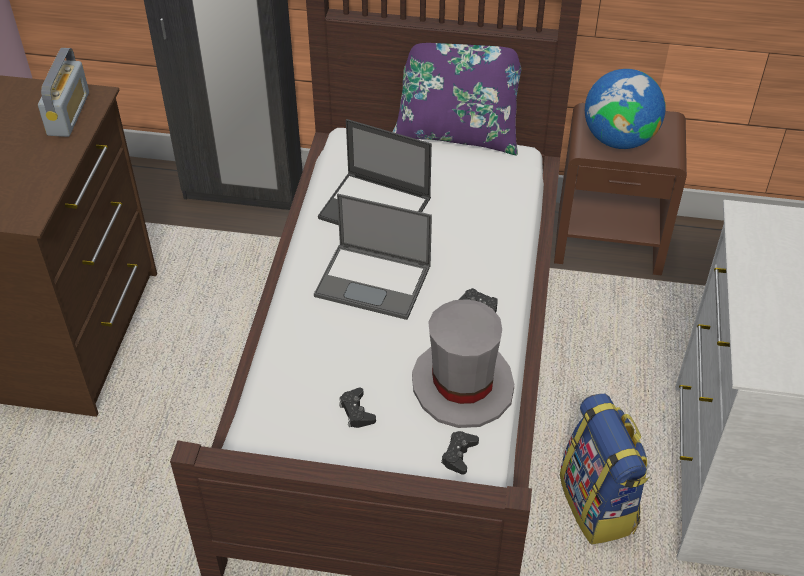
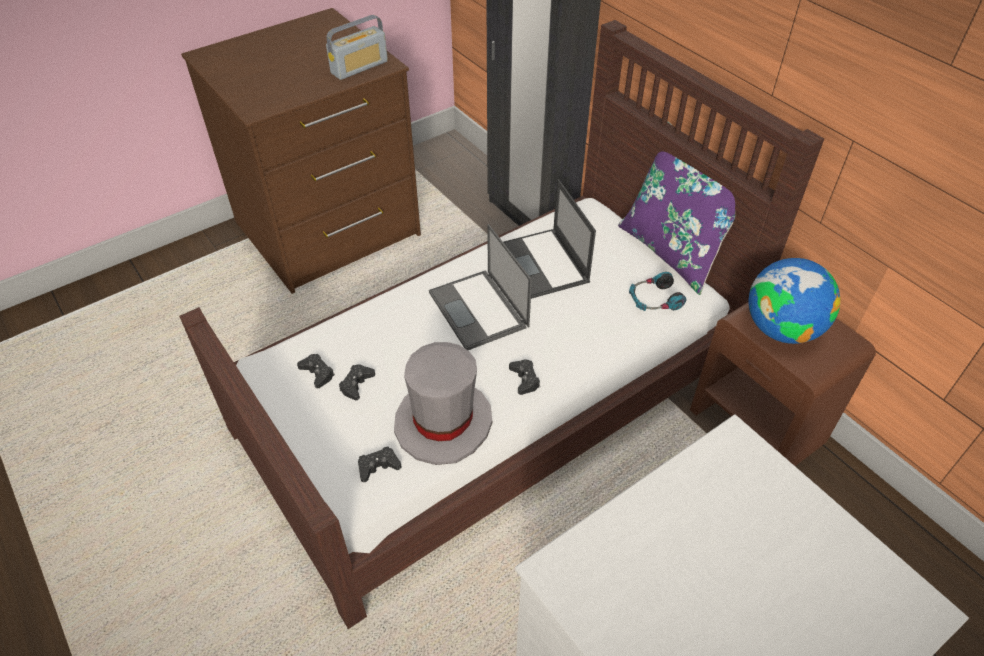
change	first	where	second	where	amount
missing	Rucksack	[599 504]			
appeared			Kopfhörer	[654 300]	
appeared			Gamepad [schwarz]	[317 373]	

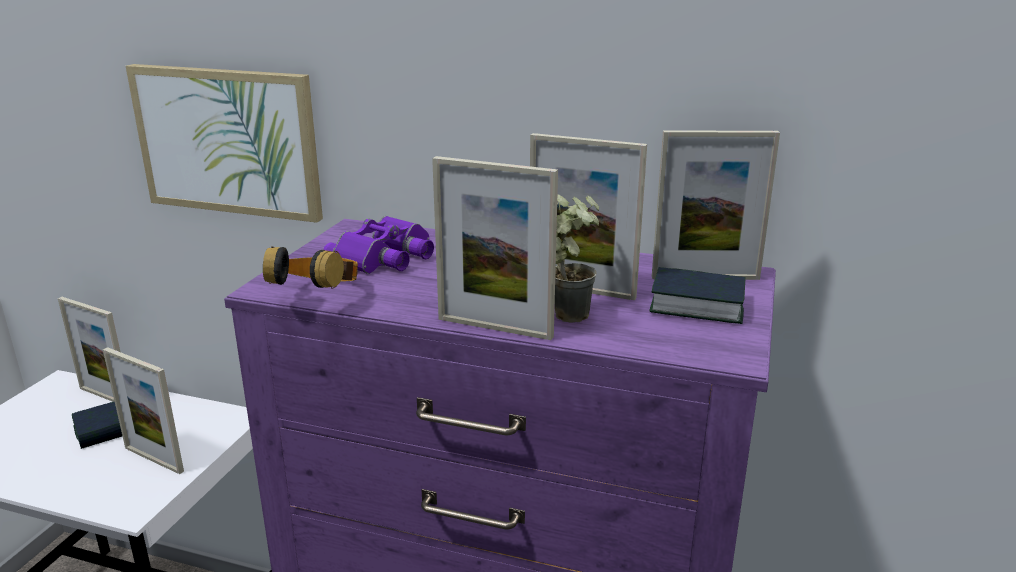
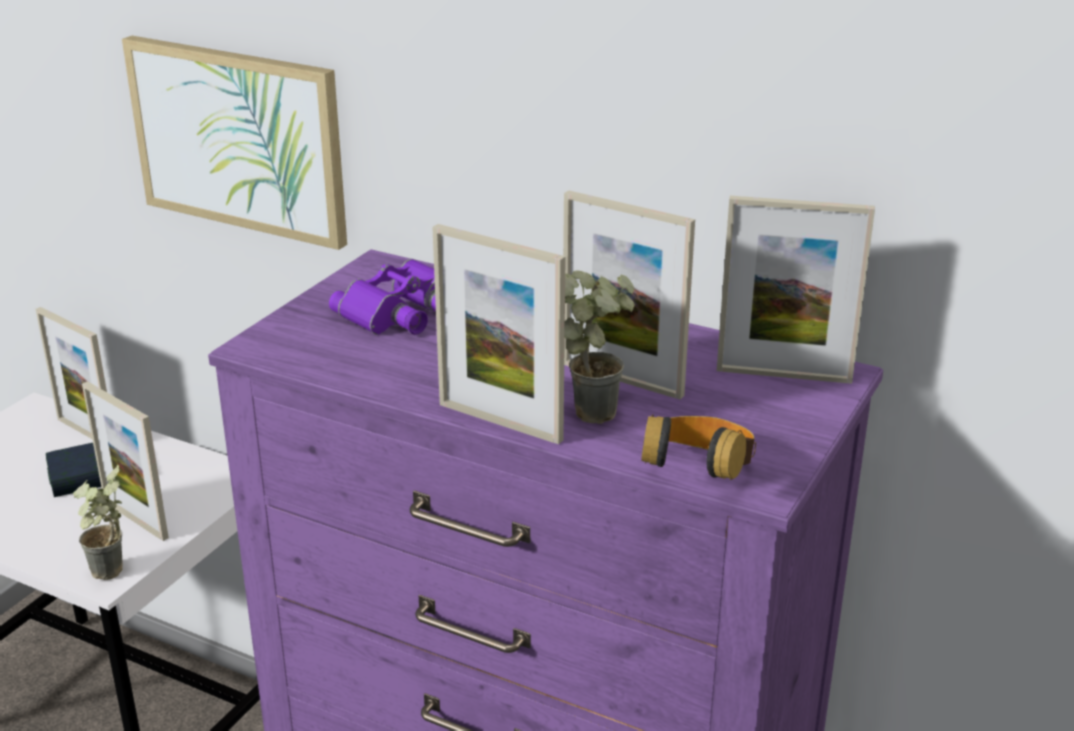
change	first	where	second	where	amount
relocated	Kopfhörer	[318 296]		[698 476]	
missing	Buch	[696 304]			
appeared			Topfpflanze	[111 576]	

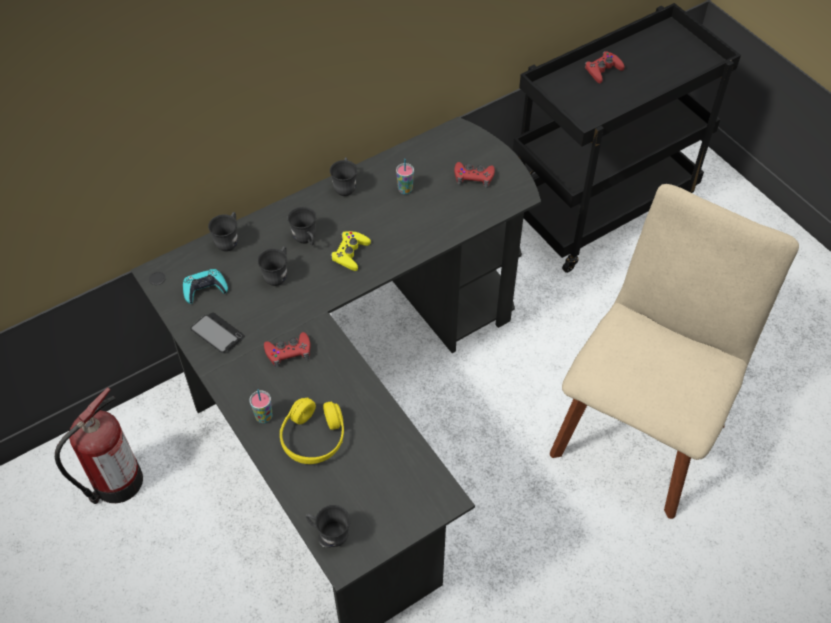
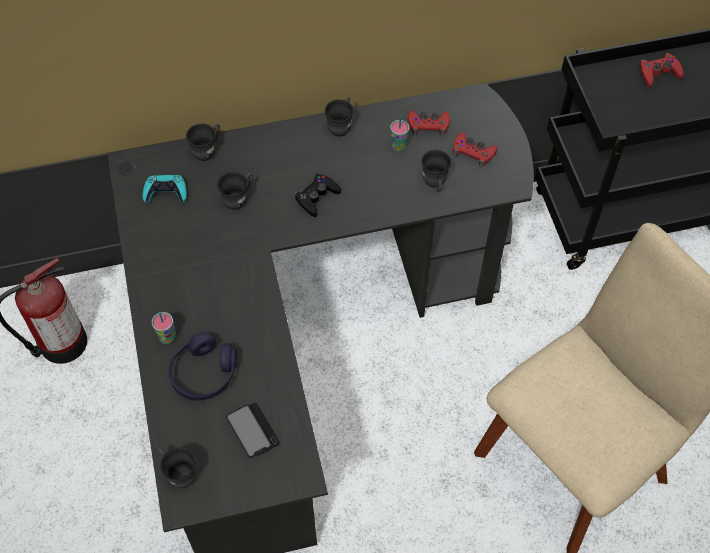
change	first	where	second	where	amount
relocated	Henkelbecher [grau]	[306 240]		[435 184]	
colour	Gamepad [gelb]	[350 253]	Gamepad [schwarz]	[317 197]	
relocated	Handy	[217 333]		[253 430]	
relocated	Gamepad [rot]	[288 352]		[428 125]	
colour	Kopfhörer [gelb]	[313 438]	Kopfhörer [lila]	[204 373]	

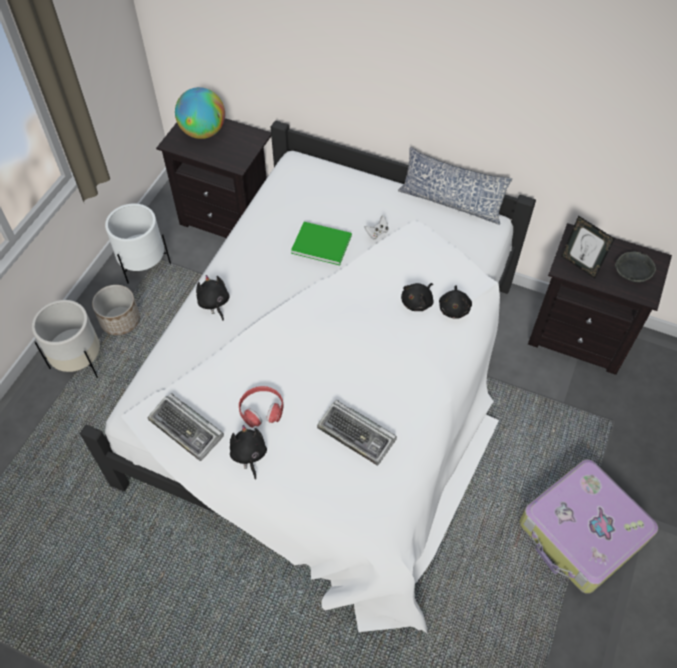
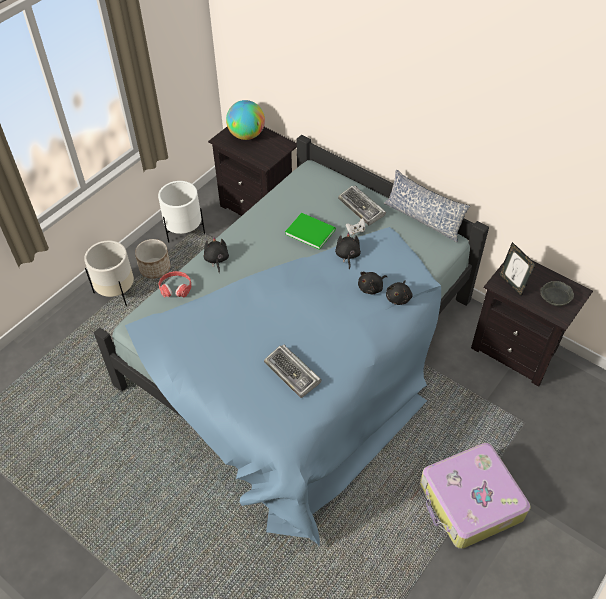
change	first	where	second	where	amount
colour	Bett [weiß]	[333 392]	Bett [blau]	[301 352]	
relocated	Kopfhörer [rot]	[261 409]		[175 288]	
relocated	Tastatur	[187 429]		[362 208]	
relocated	Plüschtier [schwarz]	[249 455]		[347 255]	

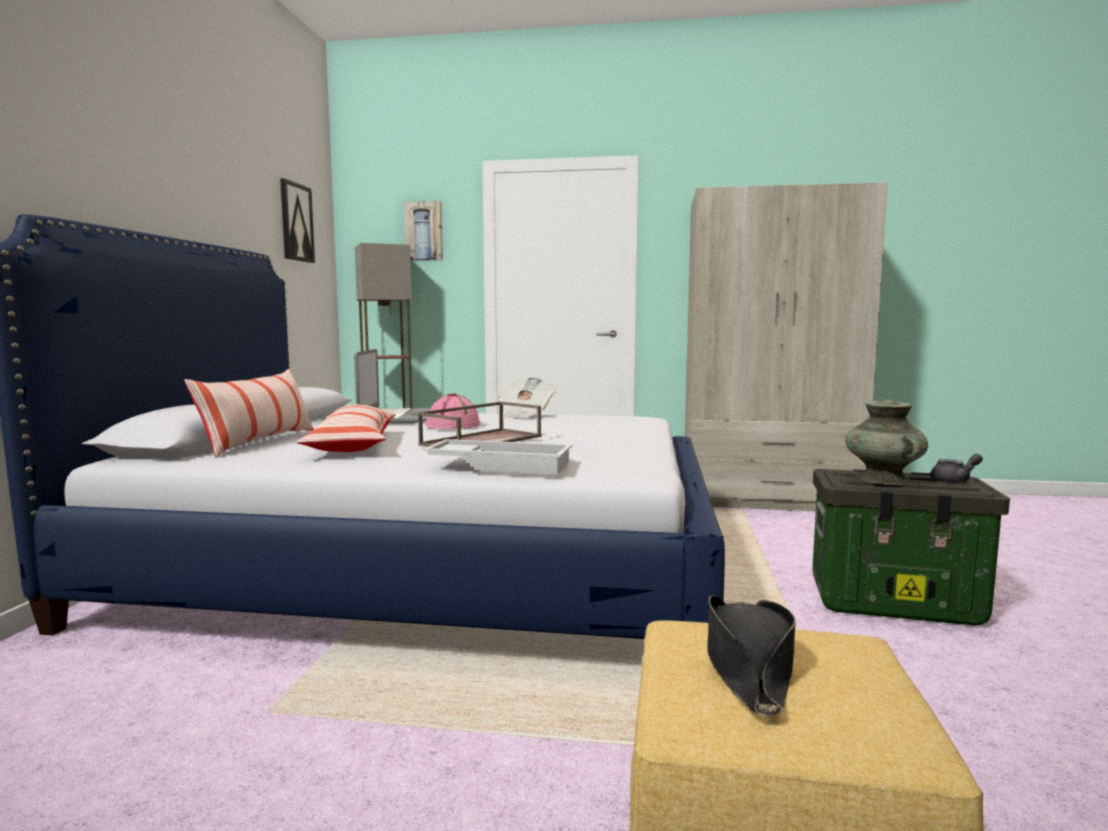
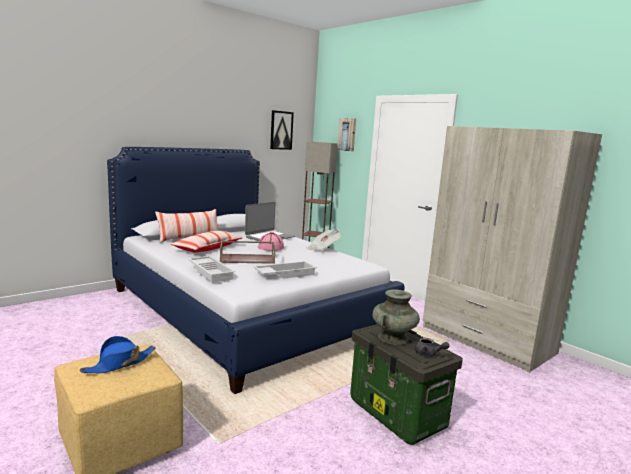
change	first	where	second	where	amount
colour	Hut [schwarz]	[748 665]	Hut [blau]	[119 364]	
appeared			Tablett [weiß]	[285 274]	

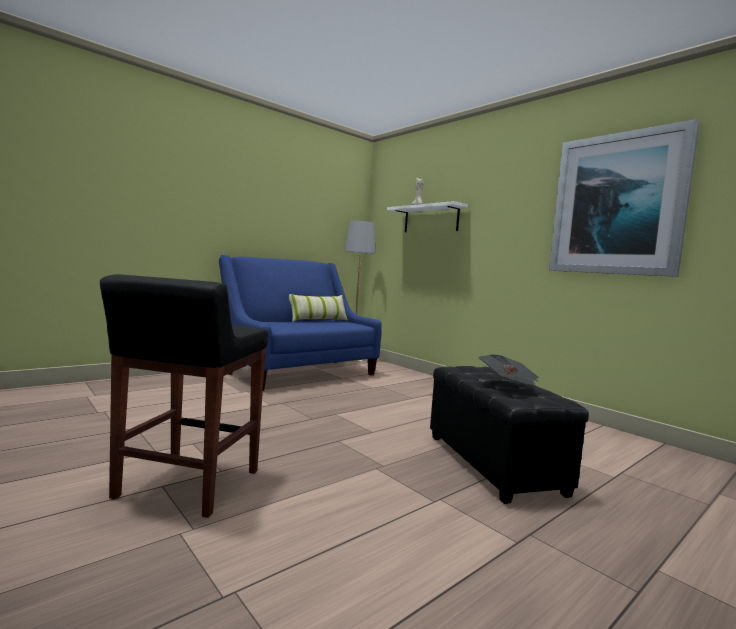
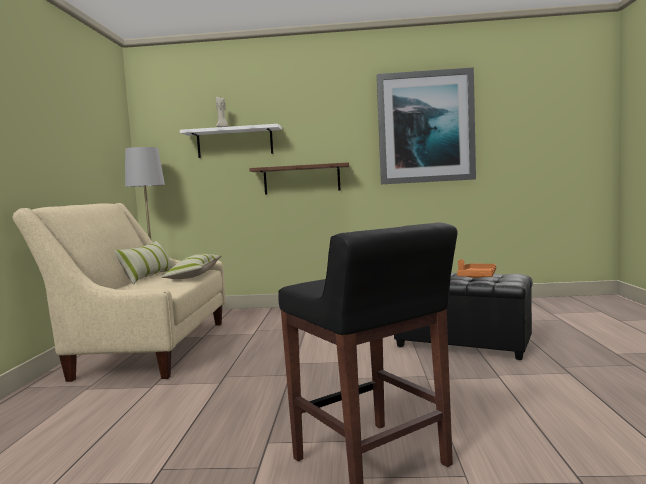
change	first	where	second	where	amount
colour	Sofa [blau]	[298 372]	Sofa [beige]	[146 348]	
exchanged	Zeitung	[509 386]	Tablett [orange]	[477 277]	
appeared			Wandregal [braun]	[301 179]	
appeared			Kissen	[194 275]	

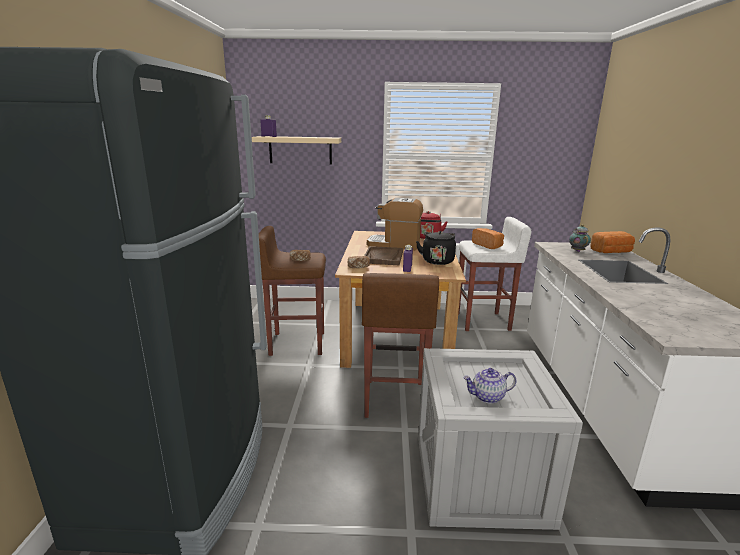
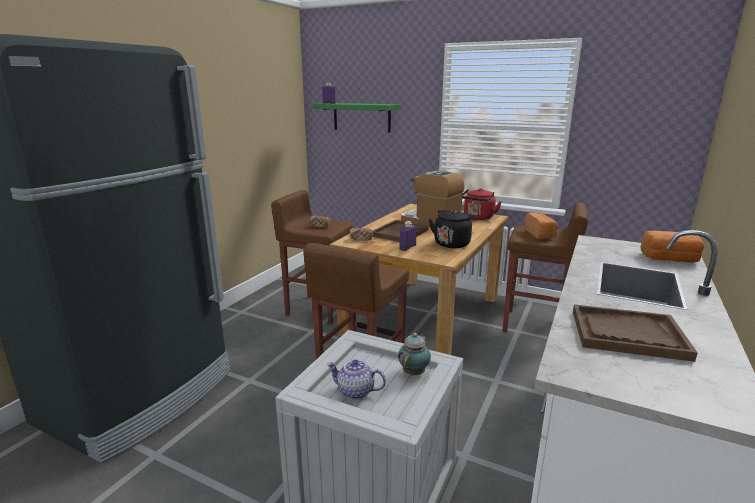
change	first	where	second	where	amount
colour	Wandregal [beige]	[300 150]	Wandregal [grün]	[361 117]	
colour	Hocker [weiß]	[483 322]	Hocker [braun]	[534 325]	
relocated	Teekanne	[577 251]		[414 372]	
appeared			Tablett [braun]	[627 334]	

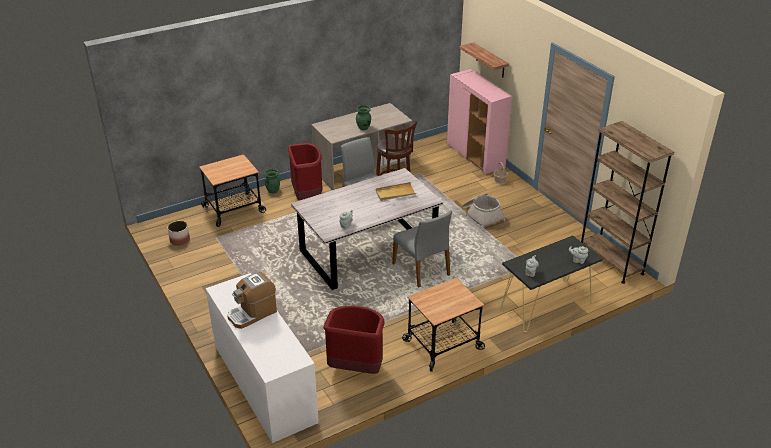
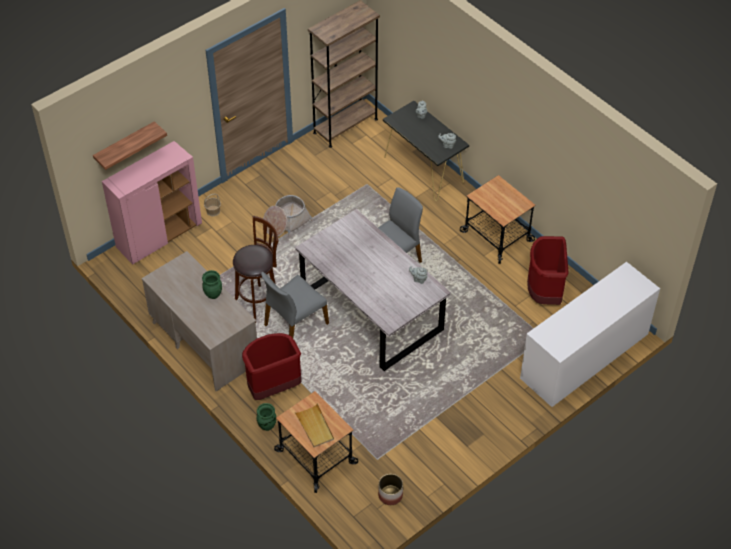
change	first	where	second	where	amount
relocated	Tablett [beige]	[395 193]		[315 427]	
missing	Kaffeemaschine	[252 313]			

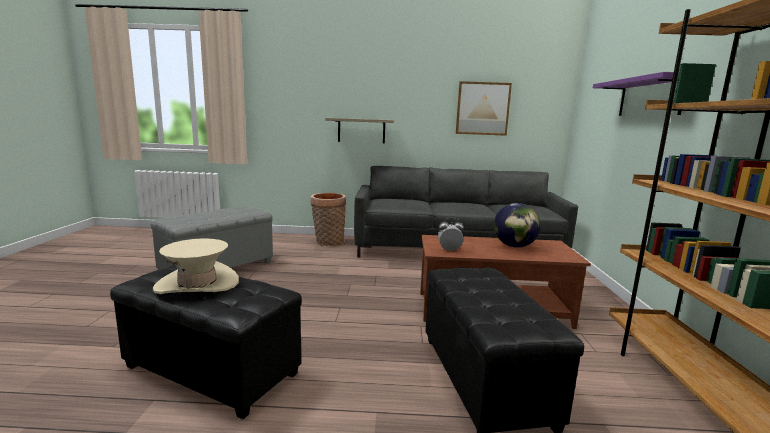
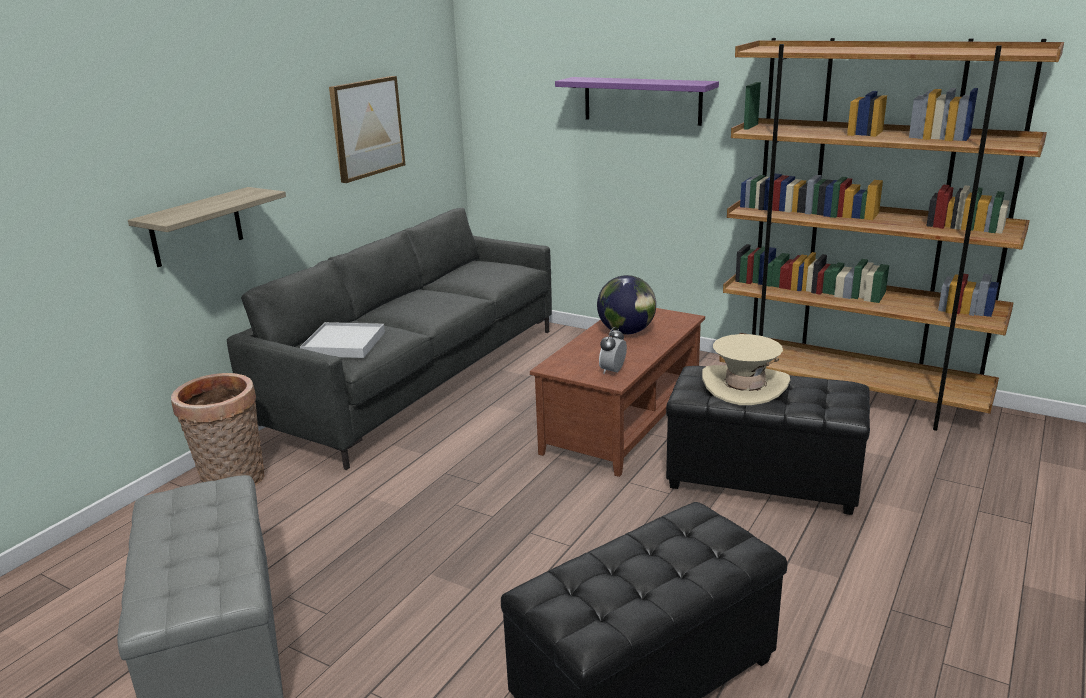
change	first	where	second	where	amount
relocated	Hut [beige]	[197 284]		[745 386]	
appeared			Tablett [weiß]	[344 344]	

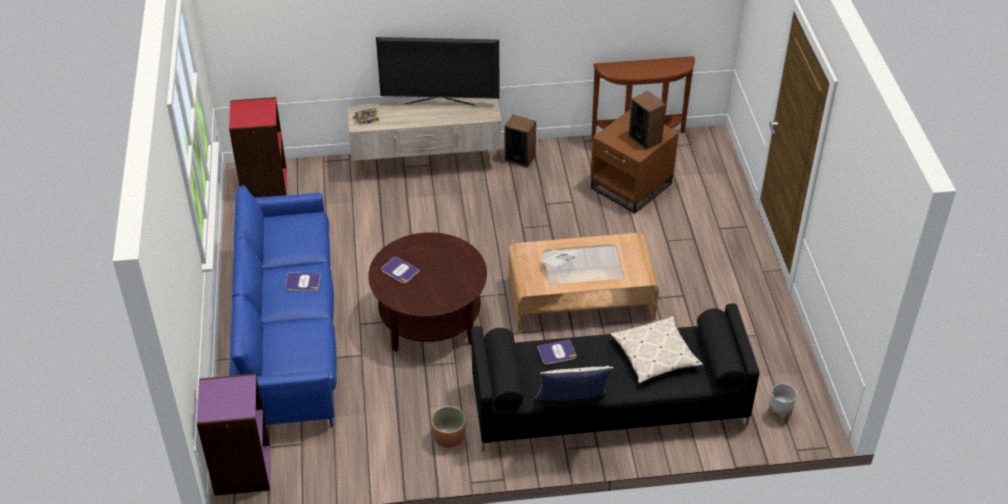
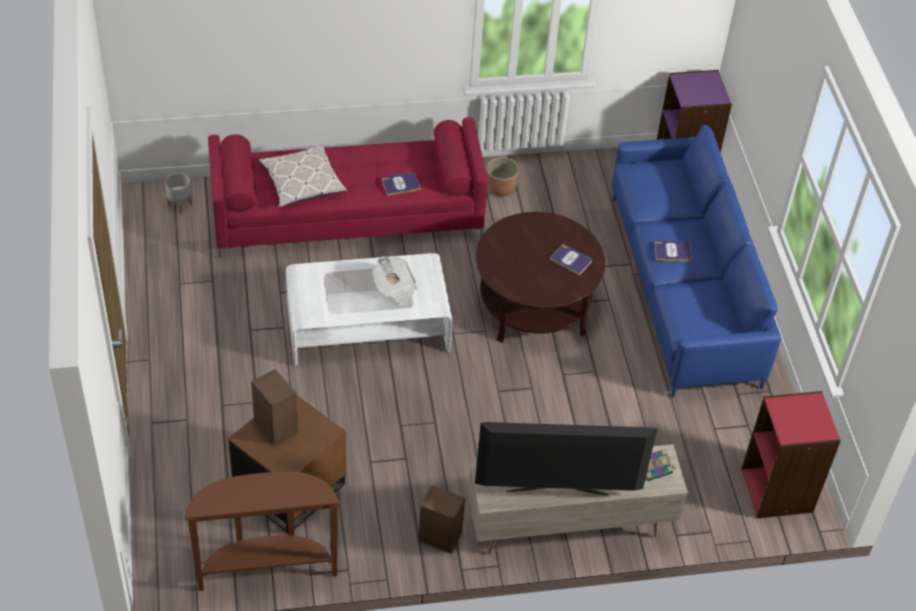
change	first	where	second	where	amount
colour	Couchtisch [braun]	[580 299]	Couchtisch [weiß]	[367 327]	
colour	Sofa [schwarz]	[607 405]	Sofa [rot]	[348 215]	
missing	Kissen	[572 405]			

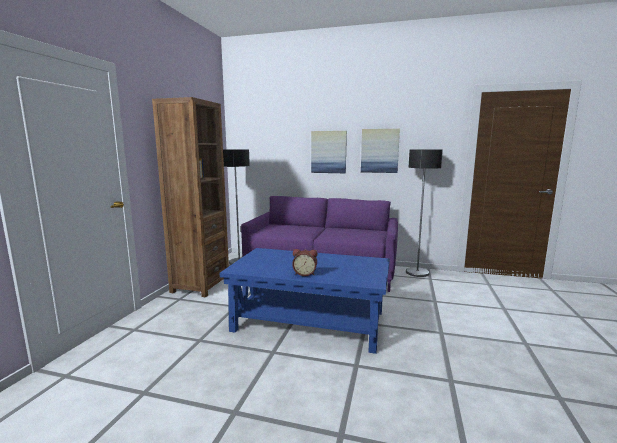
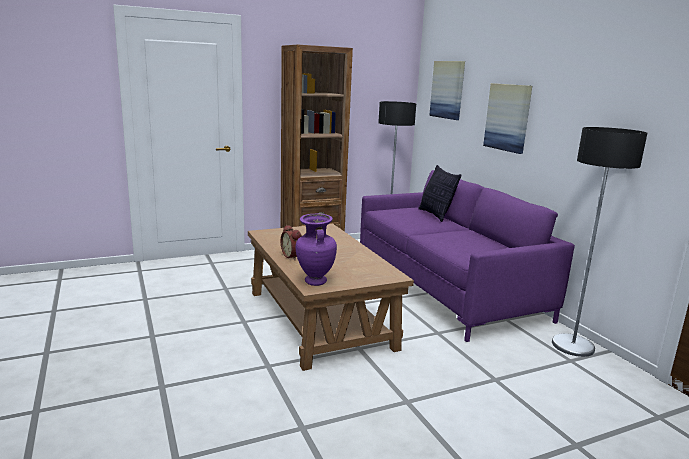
change	first	where	second	where	amount
relocated	Bild	[379 151]		[447 89]	
colour	Couchtisch [blau]	[310 321]	Couchtisch [braun]	[320 319]	
appeared			Kissen	[436 215]	
appeared			Vase [lila]	[315 282]	

